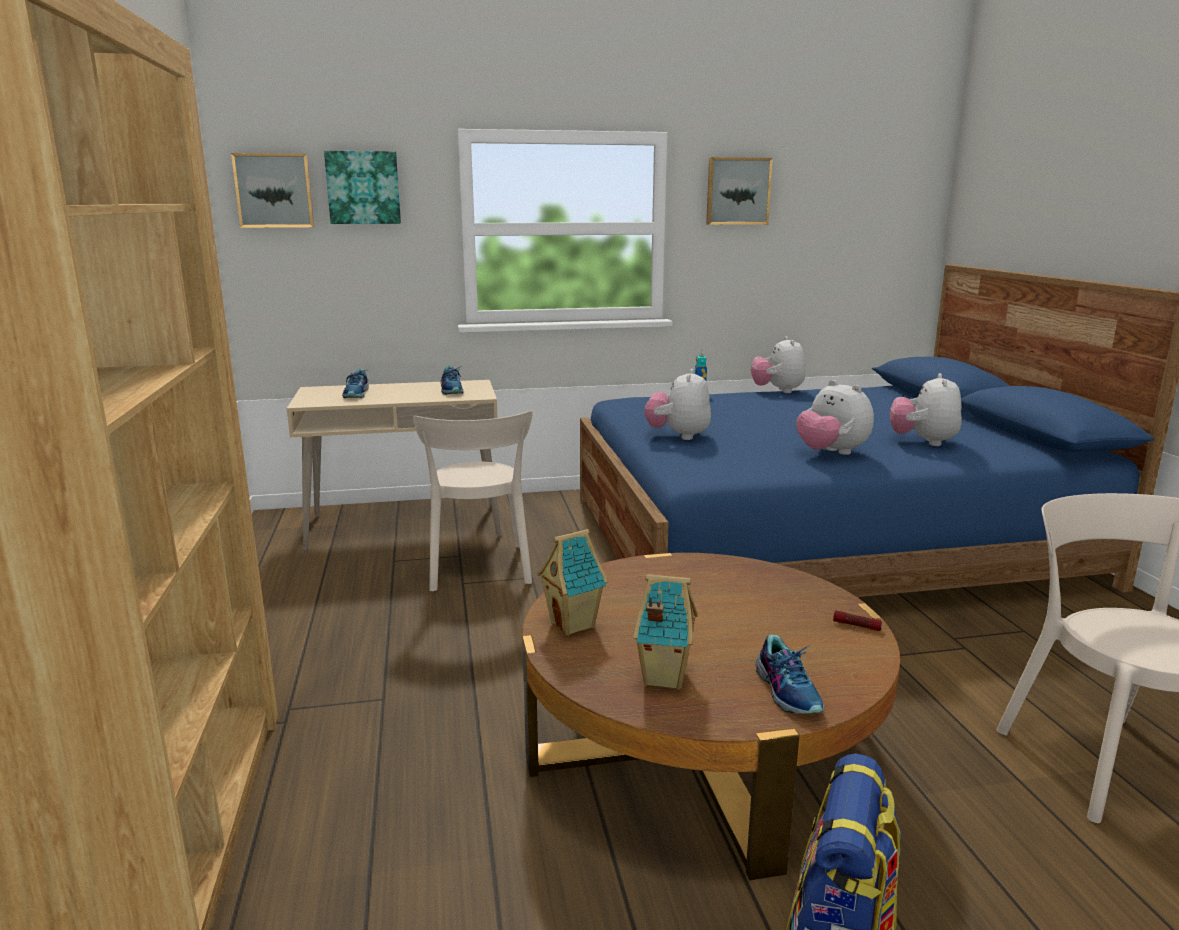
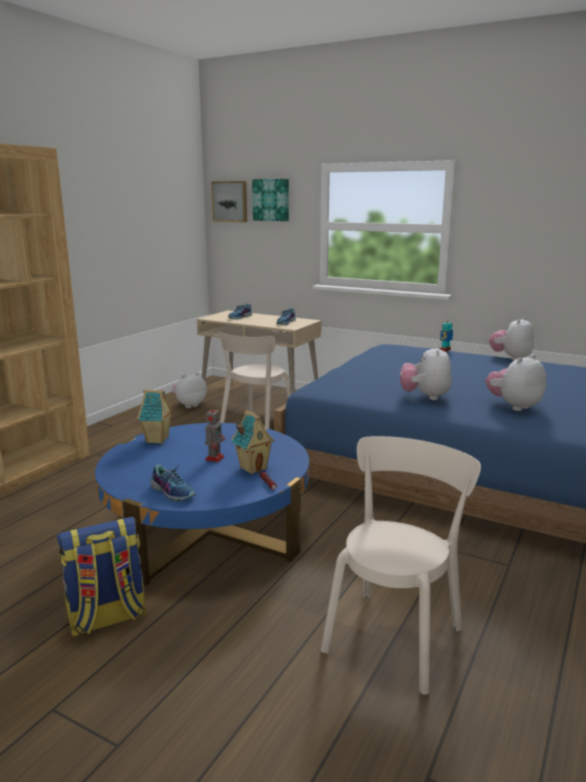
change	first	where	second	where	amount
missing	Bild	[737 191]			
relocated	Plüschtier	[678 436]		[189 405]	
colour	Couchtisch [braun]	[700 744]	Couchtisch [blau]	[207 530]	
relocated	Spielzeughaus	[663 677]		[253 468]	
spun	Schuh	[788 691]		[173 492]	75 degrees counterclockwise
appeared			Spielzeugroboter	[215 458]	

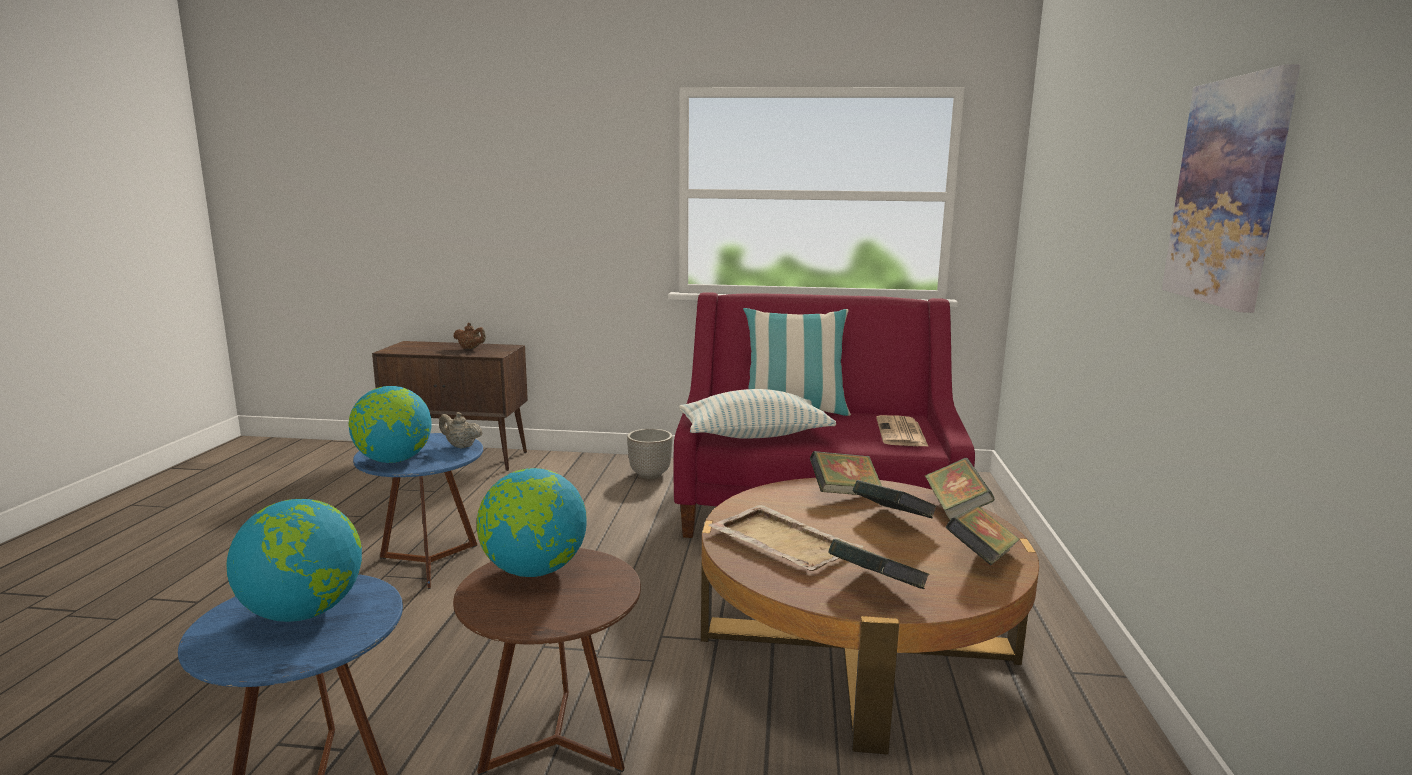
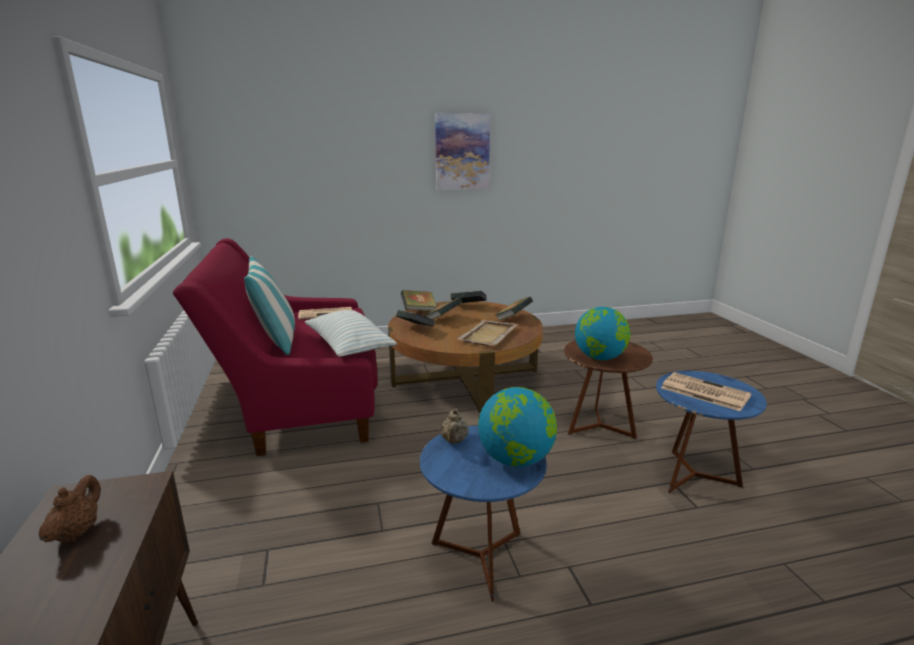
change	first	where	second	where	amount
missing	Pflanzkübel	[650 475]			
exchanged	Globus	[304 612]	Zeitung	[703 392]	

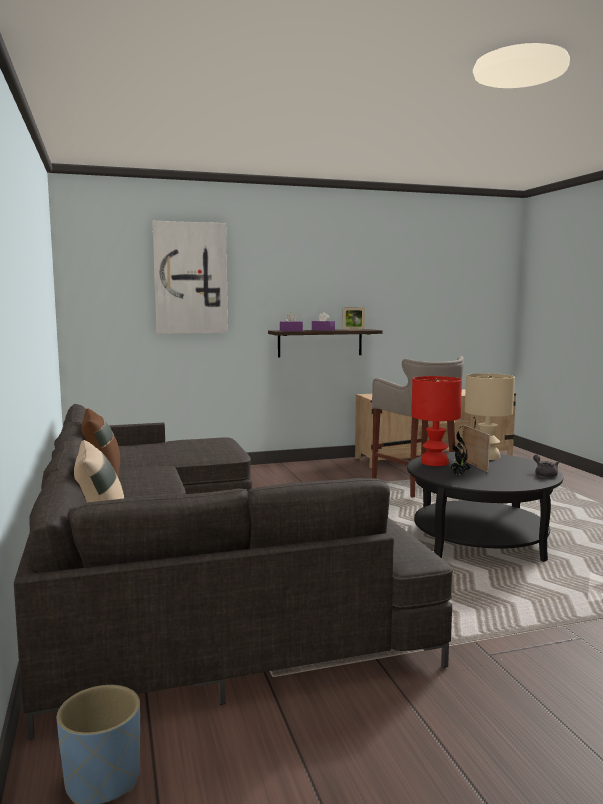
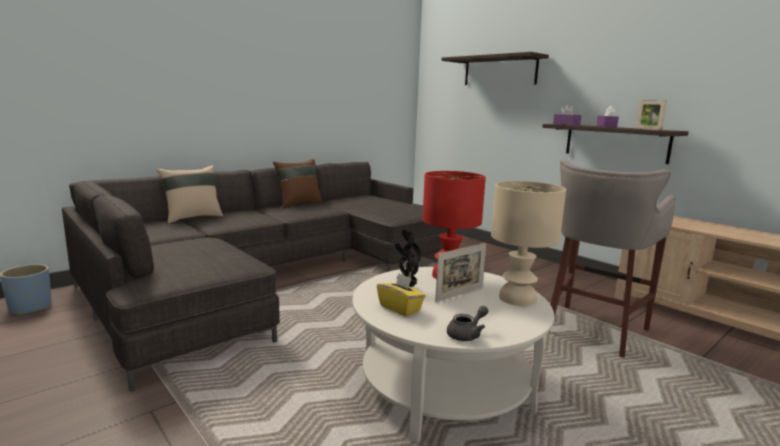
change	first	where	second	where	amount
exchanged	Bild	[190 278]	Wandregal	[499 71]	
colour	Couchtisch [schwarz]	[479 540]	Couchtisch [weiß]	[444 386]	
appeared			Taschentuchbox [gelb]	[400 308]	

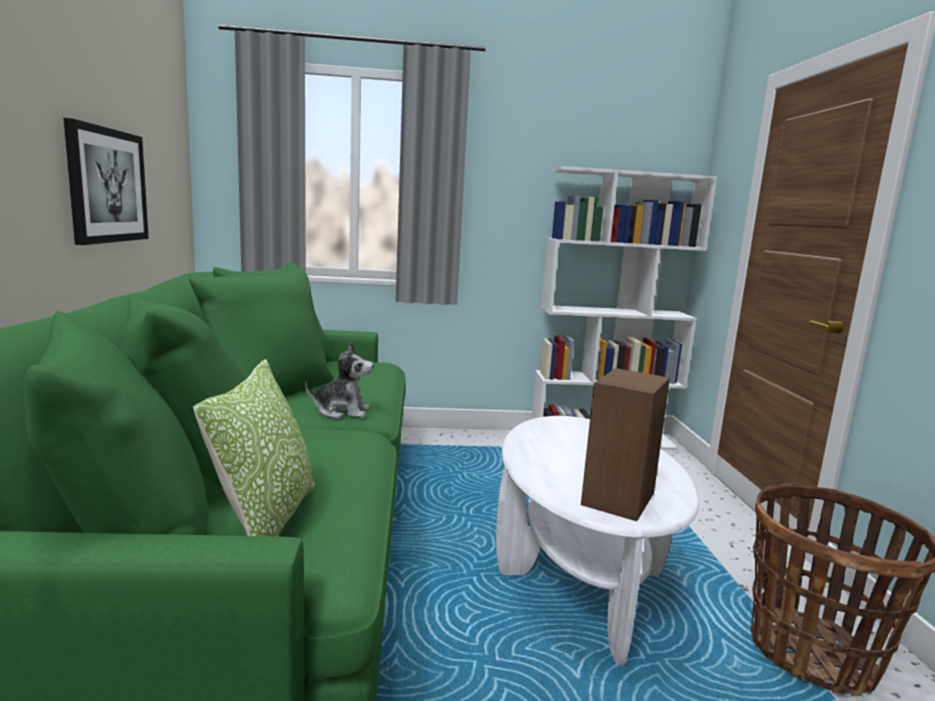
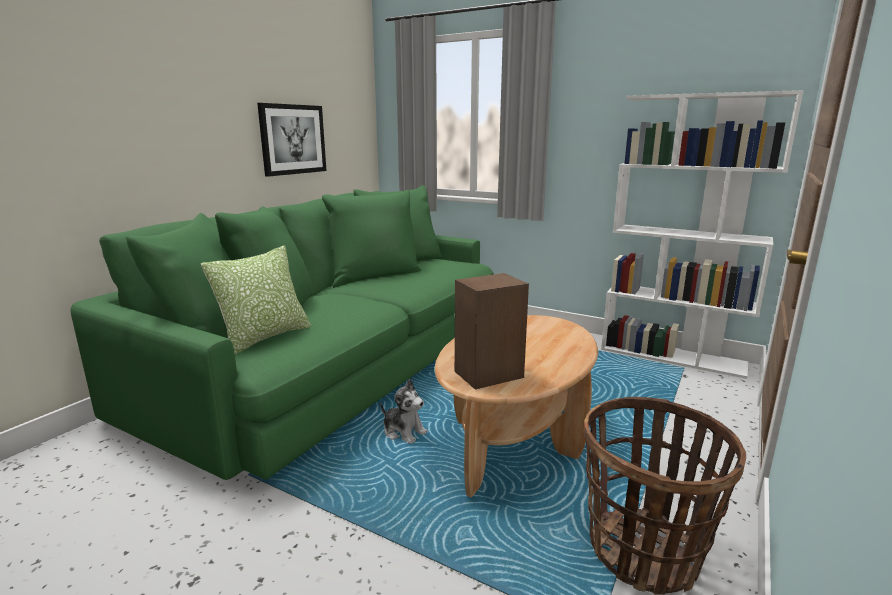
change	first	where	second	where	amount
relocated	Plüschtier	[342 411]		[404 432]	
colour	Couchtisch [weiß]	[580 576]	Couchtisch [braun]	[515 440]	

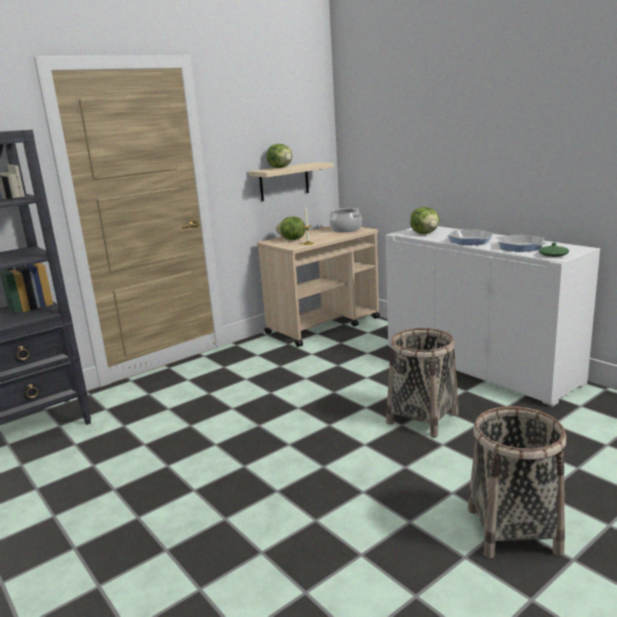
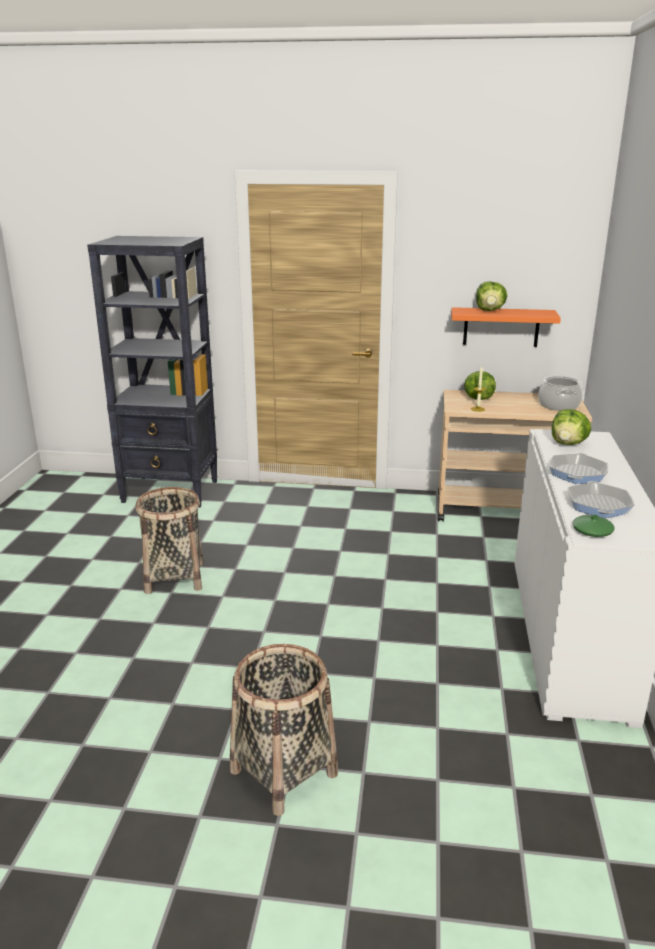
change	first	where	second	where	amount
colour	Wandregal [beige]	[284 181]	Wandregal [orange]	[501 327]	
relocated	Korb	[422 418]		[175 577]	

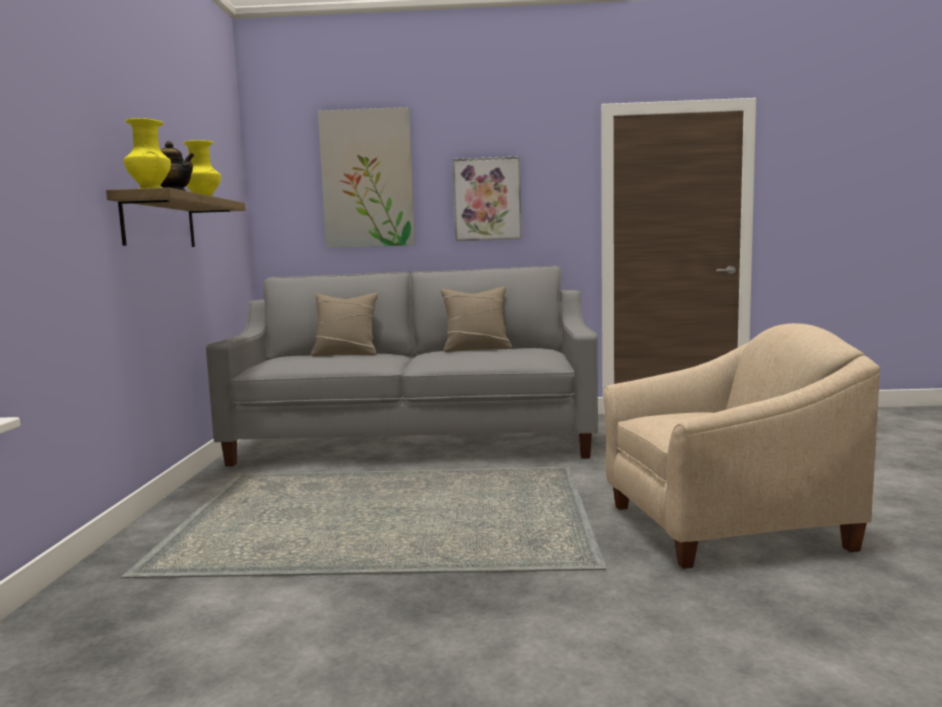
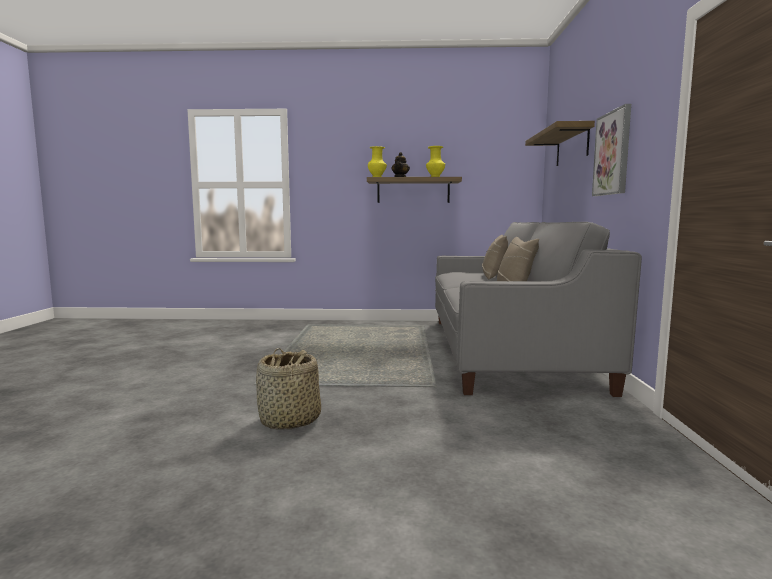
change	first	where	second	where	amount
exchanged	Bild	[367 179]	Wandregal	[572 146]	
exchanged	Sessel [beige]	[724 527]	Korb	[289 420]	

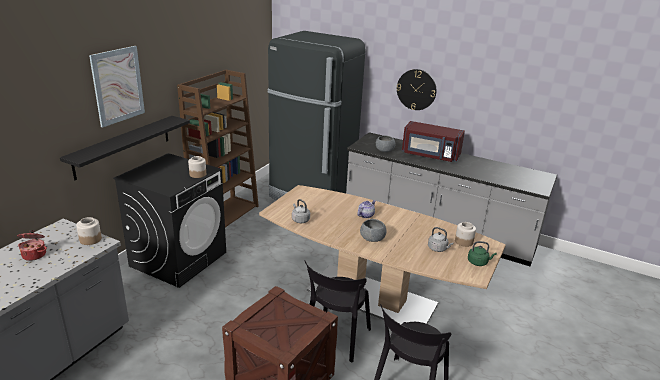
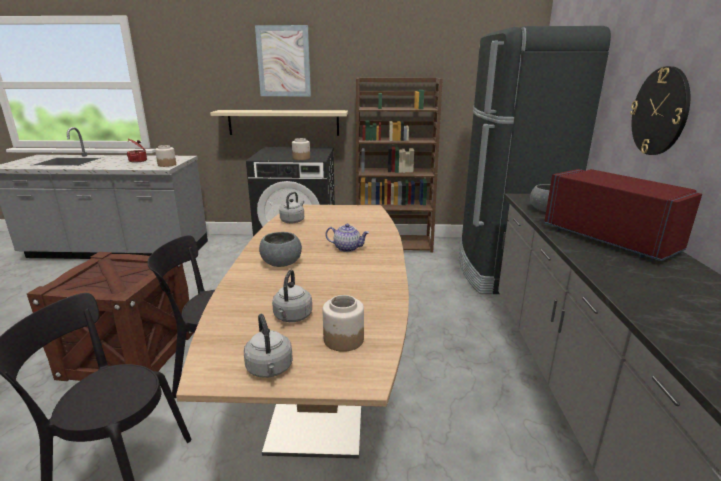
change	first	where	second	where	amount
colour	Wandregal [schwarz]	[123 146]	Wandregal [beige]	[283 122]	
spun	Mikrowelle [rot]	[430 155]		[610 239]	150 degrees clockwise
colour	Wasserkessel [grün]	[478 262]	Wasserkessel [grau]	[270 369]	

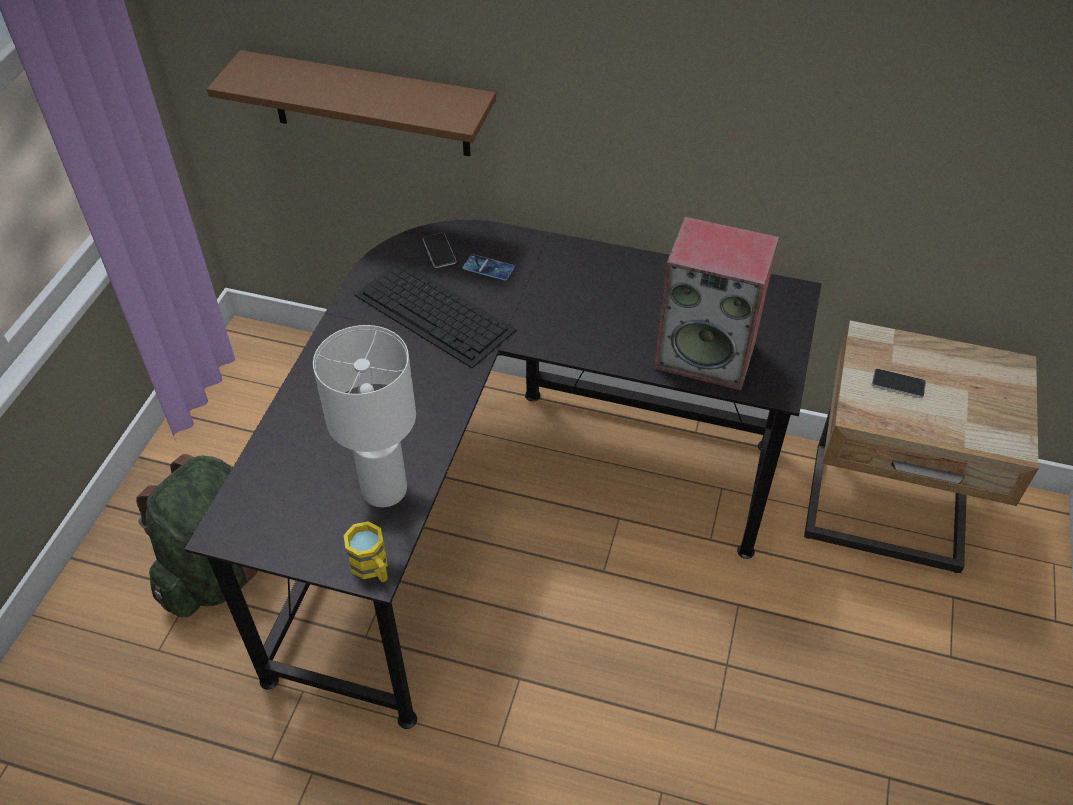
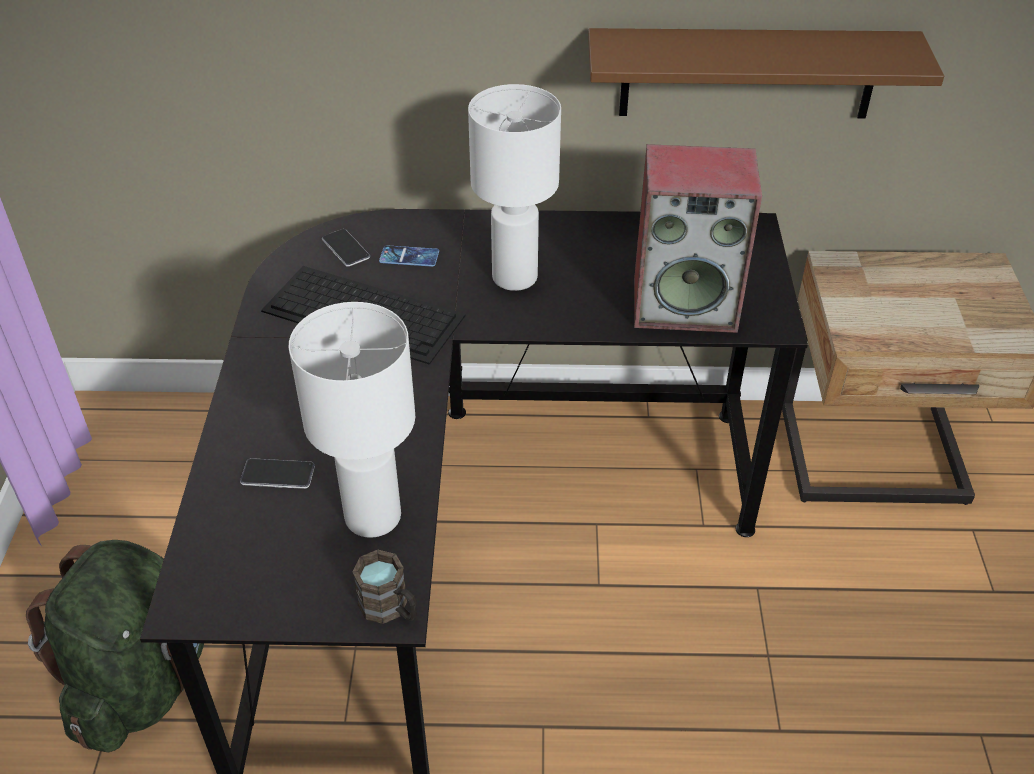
change	first	where	second	where	amount
relocated	Wandregal [braun]	[369 105]		[748 73]	
relocated	Handy	[898 384]		[278 475]	
colour	Henkelbecher [gelb]	[373 568]	Henkelbecher [braun]	[390 609]	
appeared			Tischlampe [weiß]	[513 278]	

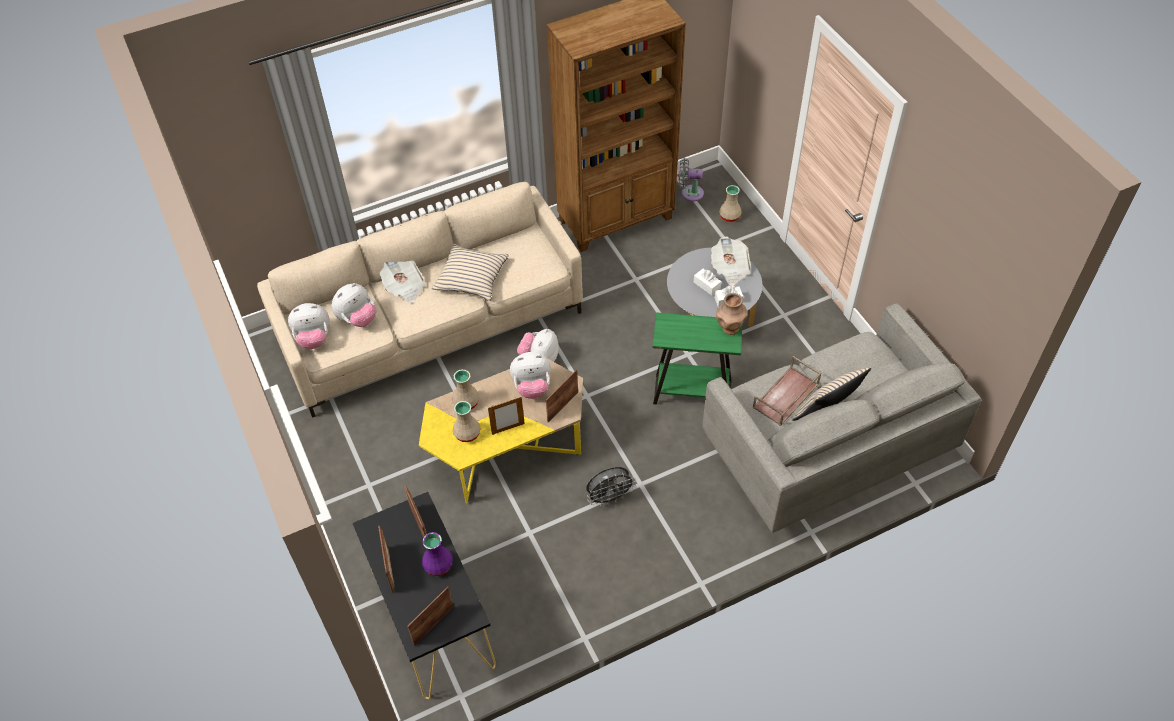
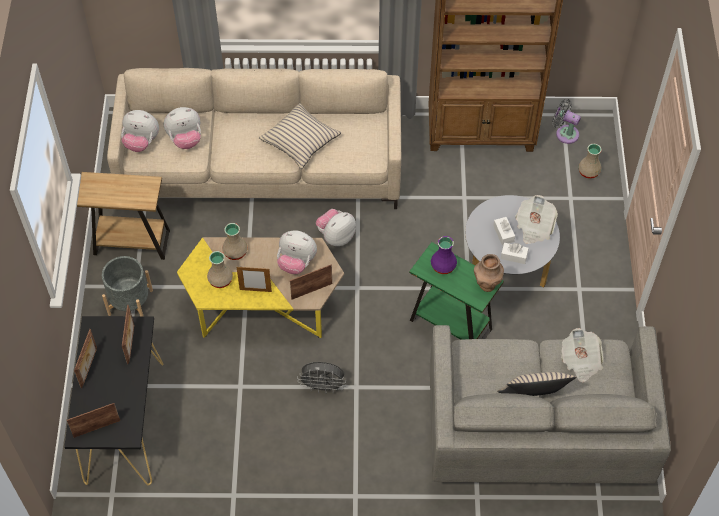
change	first	where	second	where	amount
relocated	Zeitung	[404 287]		[580 361]	
missing	Tablett [braun]	[786 396]			
relocated	Vase [lila]	[437 565]		[442 265]	
appeared			Beistelltisch [braun]	[131 242]	
appeared			Pflanzkübel [grau]	[130 302]	

